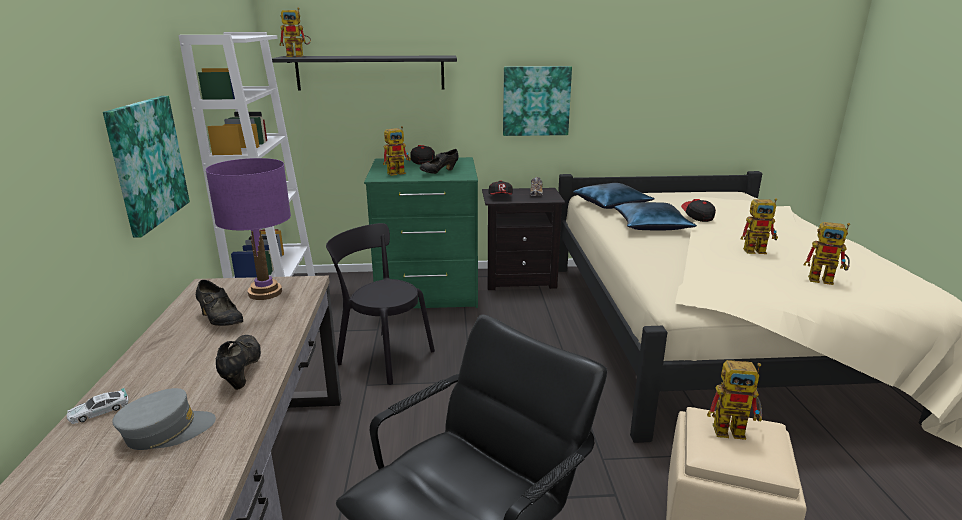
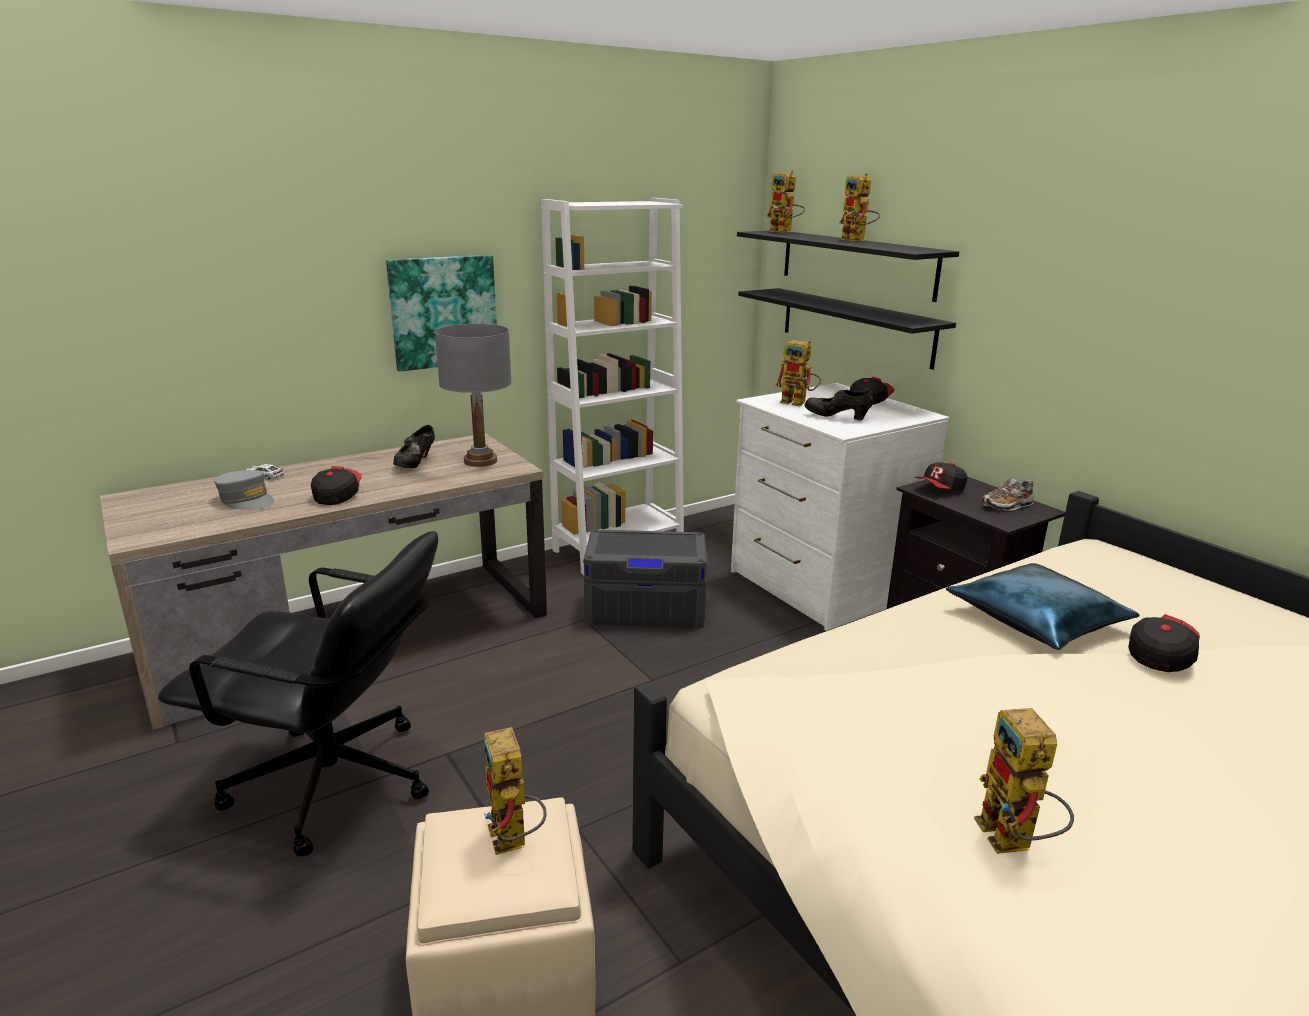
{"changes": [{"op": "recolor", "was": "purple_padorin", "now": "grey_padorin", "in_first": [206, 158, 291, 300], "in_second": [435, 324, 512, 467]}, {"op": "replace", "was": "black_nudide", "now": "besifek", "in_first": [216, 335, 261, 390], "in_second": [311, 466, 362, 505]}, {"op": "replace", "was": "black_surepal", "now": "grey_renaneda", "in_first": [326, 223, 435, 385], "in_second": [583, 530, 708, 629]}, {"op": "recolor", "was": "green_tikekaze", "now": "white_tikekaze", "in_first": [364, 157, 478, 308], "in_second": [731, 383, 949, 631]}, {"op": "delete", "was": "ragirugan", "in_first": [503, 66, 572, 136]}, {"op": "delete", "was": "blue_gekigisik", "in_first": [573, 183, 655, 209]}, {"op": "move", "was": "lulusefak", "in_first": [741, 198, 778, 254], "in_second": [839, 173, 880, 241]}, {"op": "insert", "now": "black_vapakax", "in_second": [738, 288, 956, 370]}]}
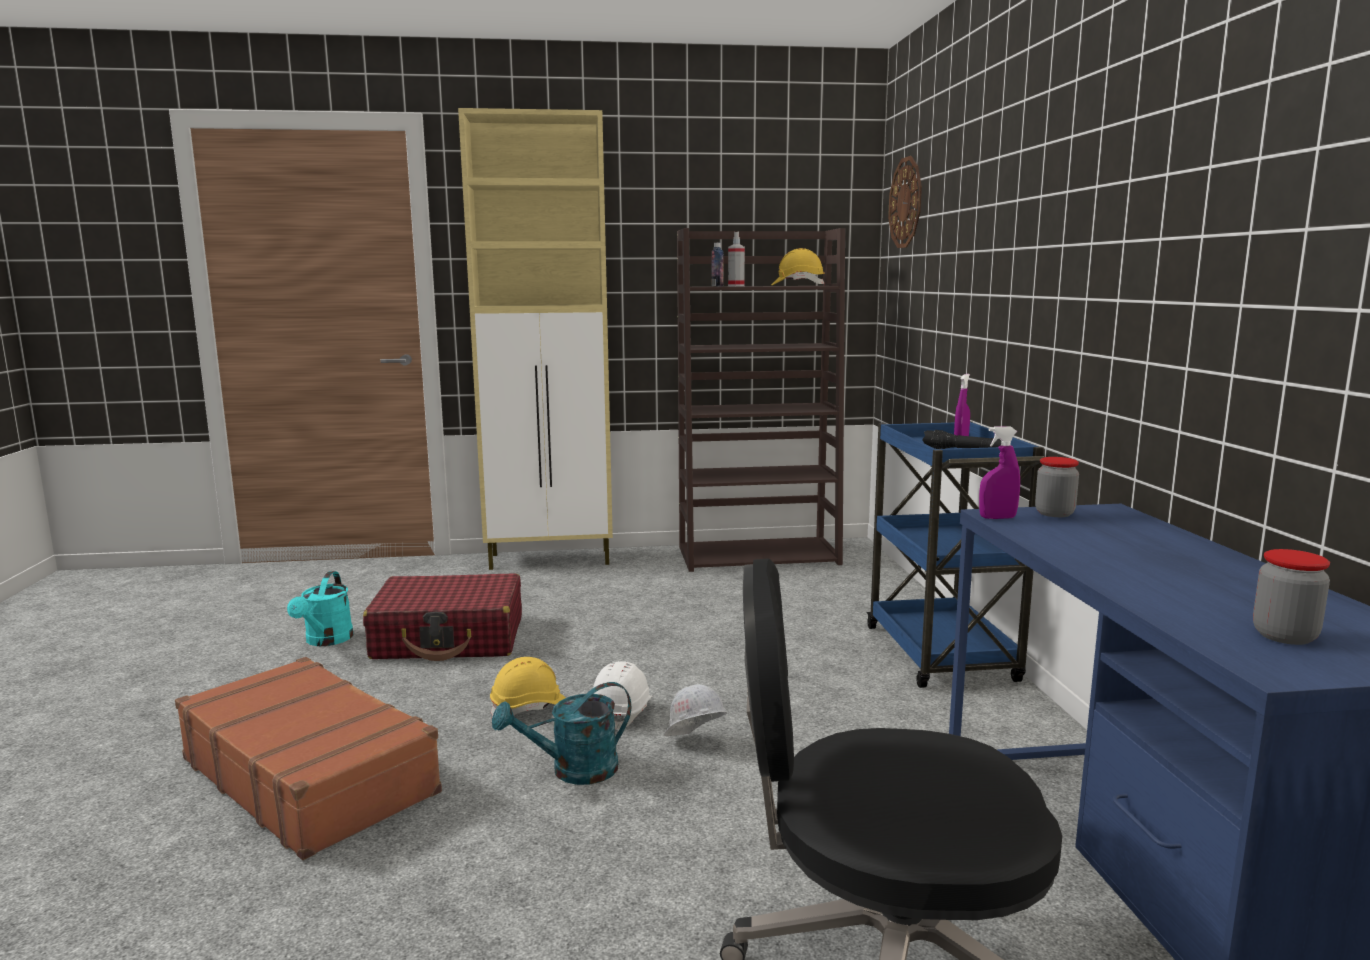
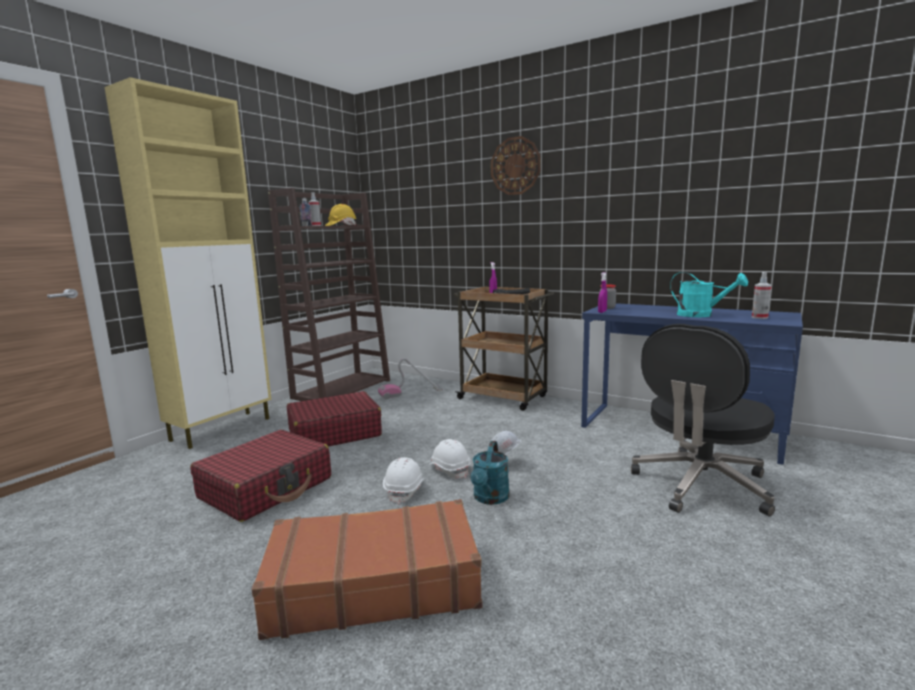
{"changes": [{"op": "move", "was": "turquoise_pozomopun", "in_first": [287, 571, 354, 646], "in_second": [670, 272, 748, 317]}, {"op": "recolor", "was": "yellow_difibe", "now": "white_difibe", "in_first": [490, 657, 566, 717], "in_second": [383, 457, 424, 504]}, {"op": "recolor", "was": "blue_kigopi", "now": "brown_kigopi", "in_first": [866, 421, 1044, 688], "in_second": [453, 287, 554, 411]}, {"op": "move", "was": "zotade", "in_first": [888, 156, 922, 248], "in_second": [491, 136, 541, 195]}, {"op": "replace", "was": "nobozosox", "now": "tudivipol", "in_first": [1253, 549, 1330, 645], "in_second": [752, 272, 772, 319]}, {"op": "insert", "now": "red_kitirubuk", "in_second": [287, 391, 382, 447]}, {"op": "insert", "now": "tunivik", "in_second": [378, 358, 443, 399]}]}
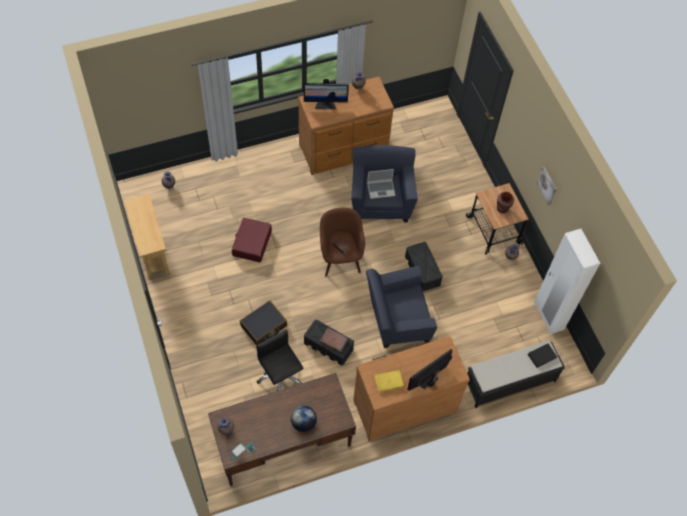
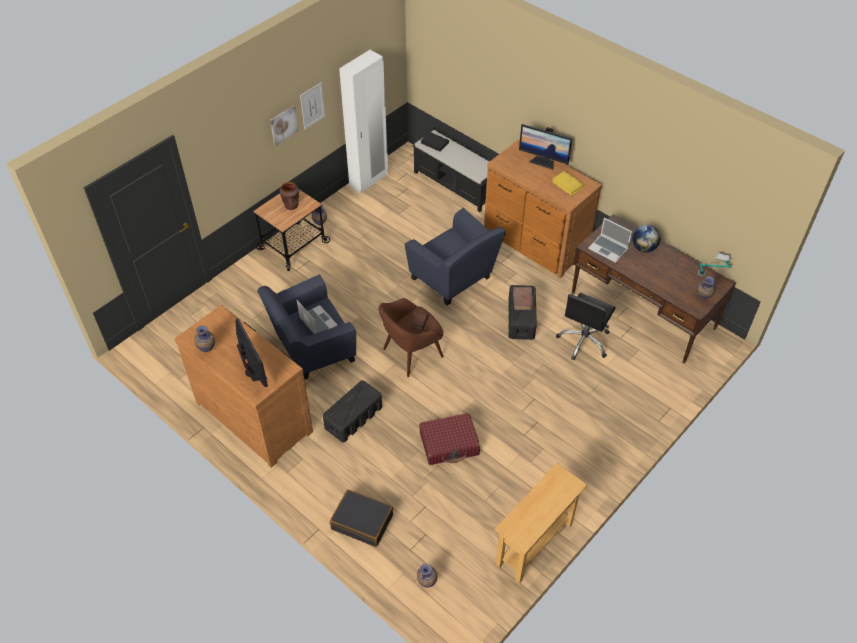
{"changes": [{"op": "move", "was": "black_kitirubuk", "in_first": [240, 300, 287, 345], "in_second": [330, 490, 393, 547]}, {"op": "move", "was": "black_renaneda", "in_first": [405, 242, 443, 291], "in_second": [323, 380, 382, 442]}, {"op": "insert", "now": "ragirugan", "in_second": [300, 82, 325, 130]}, {"op": "insert", "now": "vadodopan", "in_second": [588, 218, 632, 263]}]}
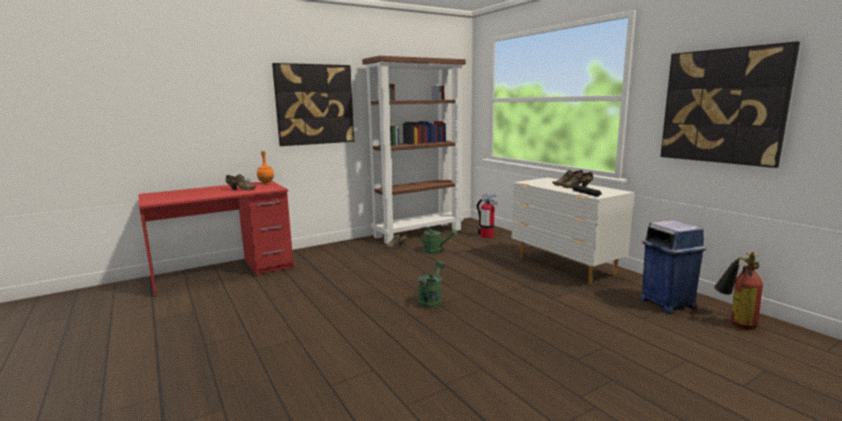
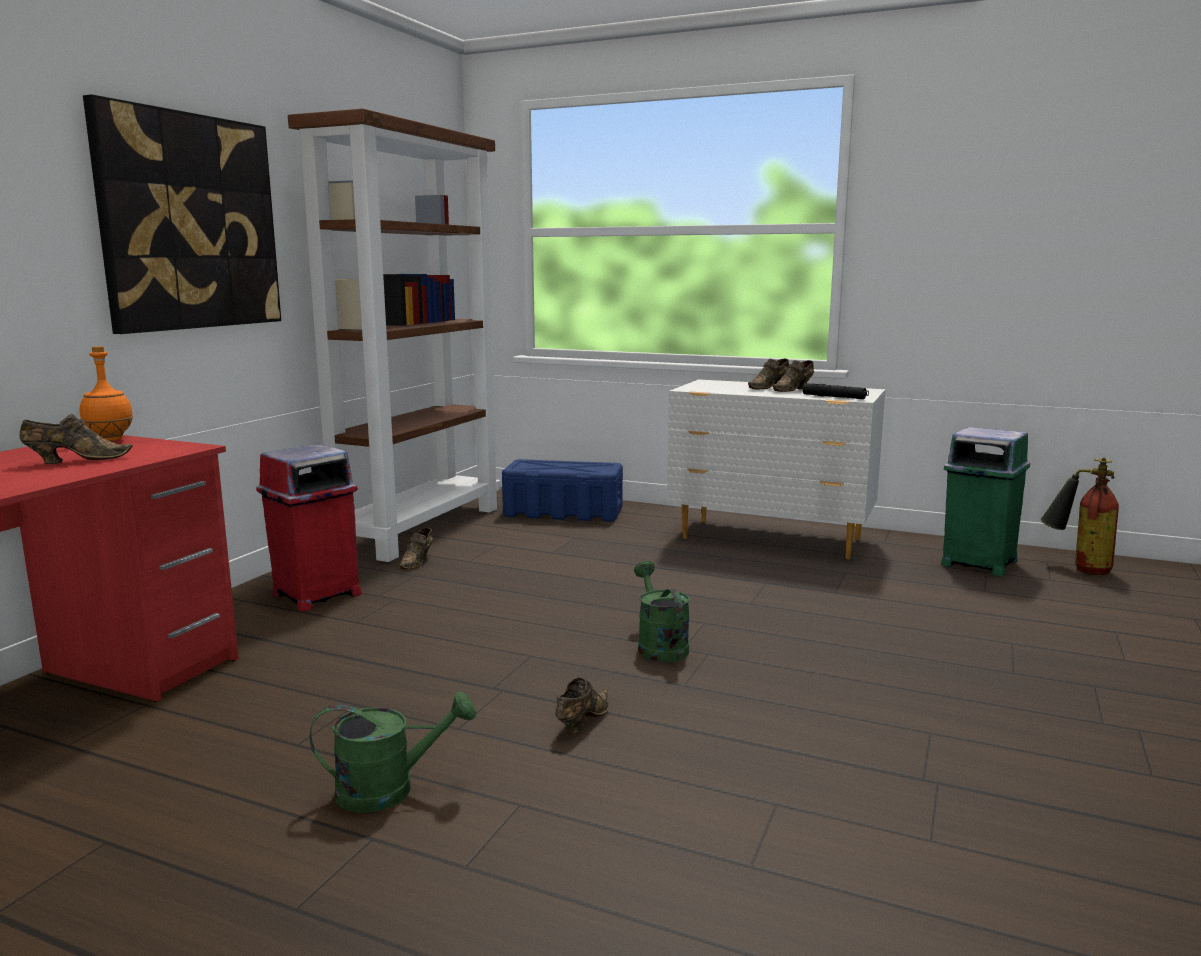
{"changes": [{"op": "move", "was": "green_pozomopun", "in_first": [418, 226, 457, 254], "in_second": [310, 691, 476, 813]}, {"op": "replace", "was": "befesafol", "now": "blue_renaneda", "in_first": [477, 193, 499, 238], "in_second": [502, 459, 623, 522]}, {"op": "recolor", "was": "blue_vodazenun", "now": "green_vodazenun", "in_first": [641, 220, 706, 314], "in_second": [941, 427, 1030, 577]}, {"op": "delete", "was": "ragirugan", "in_first": [660, 41, 800, 168]}, {"op": "insert", "now": "red_vodazenun", "in_second": [256, 444, 362, 612]}, {"op": "insert", "now": "brown_nudide", "in_second": [555, 677, 609, 734]}]}
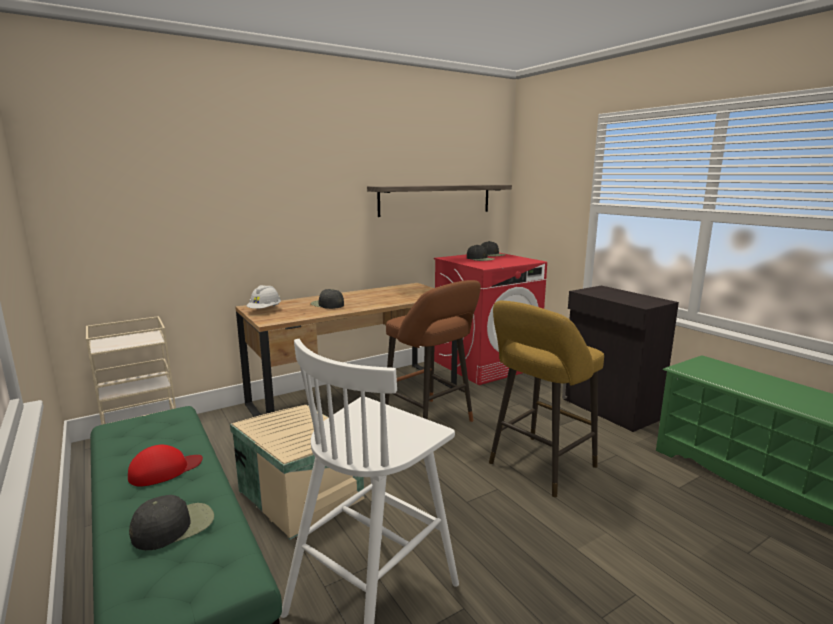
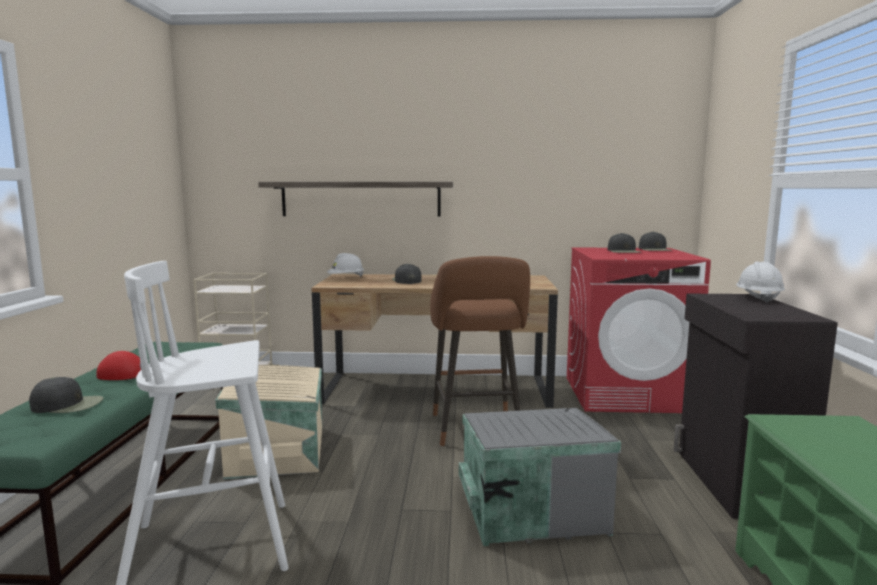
{"changes": [{"op": "move", "was": "vapakax", "in_first": [367, 185, 512, 217], "in_second": [258, 182, 453, 217]}, {"op": "replace", "was": "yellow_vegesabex", "now": "grey_renaneda", "in_first": [489, 301, 604, 497], "in_second": [459, 408, 621, 546]}, {"op": "insert", "now": "white_difibe", "in_second": [736, 261, 785, 303]}]}
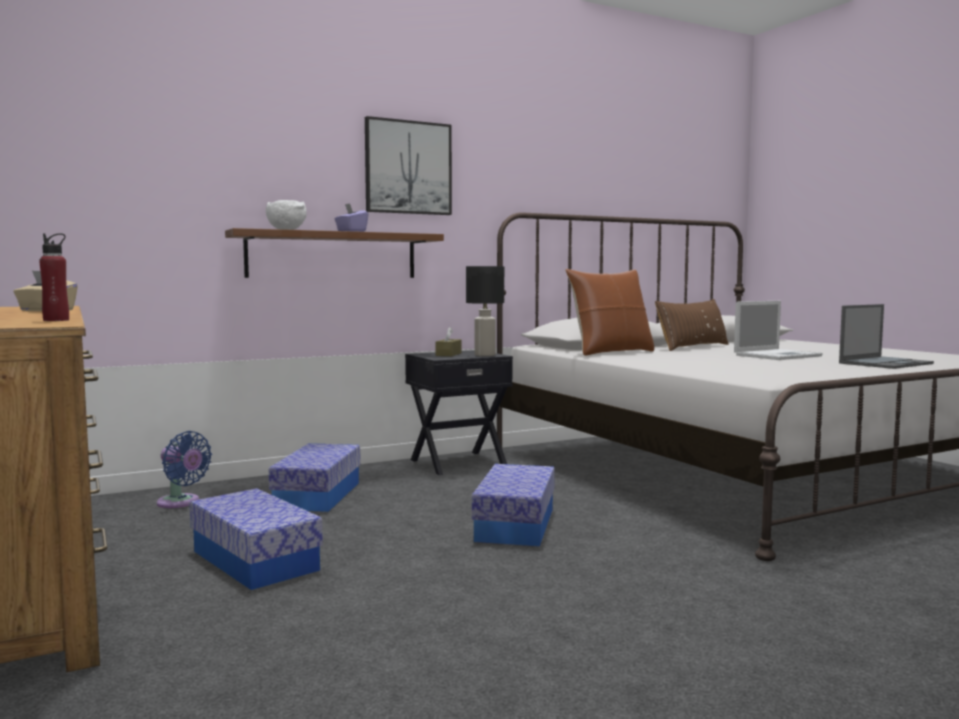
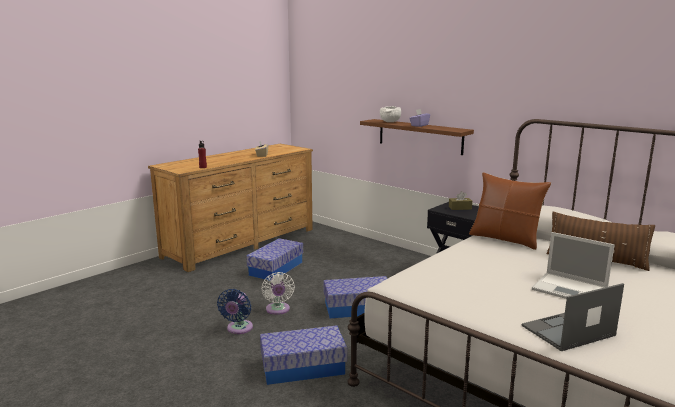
{"changes": [{"op": "move", "was": "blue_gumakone", "in_first": [157, 431, 212, 508], "in_second": [217, 289, 253, 334]}, {"op": "move", "was": "renaneda", "in_first": [269, 443, 360, 512], "in_second": [260, 325, 347, 385]}, {"op": "delete", "was": "ragirugan", "in_first": [365, 116, 452, 215]}, {"op": "delete", "was": "black_padorin", "in_first": [466, 266, 504, 356]}, {"op": "rotate", "was": "vadodopan", "in_first": [839, 304, 934, 369], "in_second": [522, 283, 624, 351], "clockwise": 120}, {"op": "insert", "now": "white_gumakone", "in_second": [261, 272, 295, 315]}]}
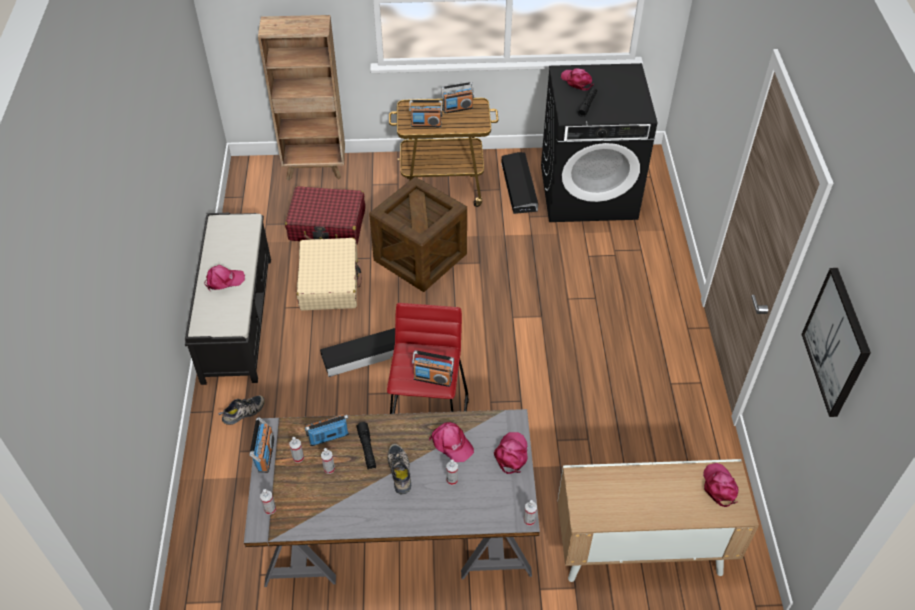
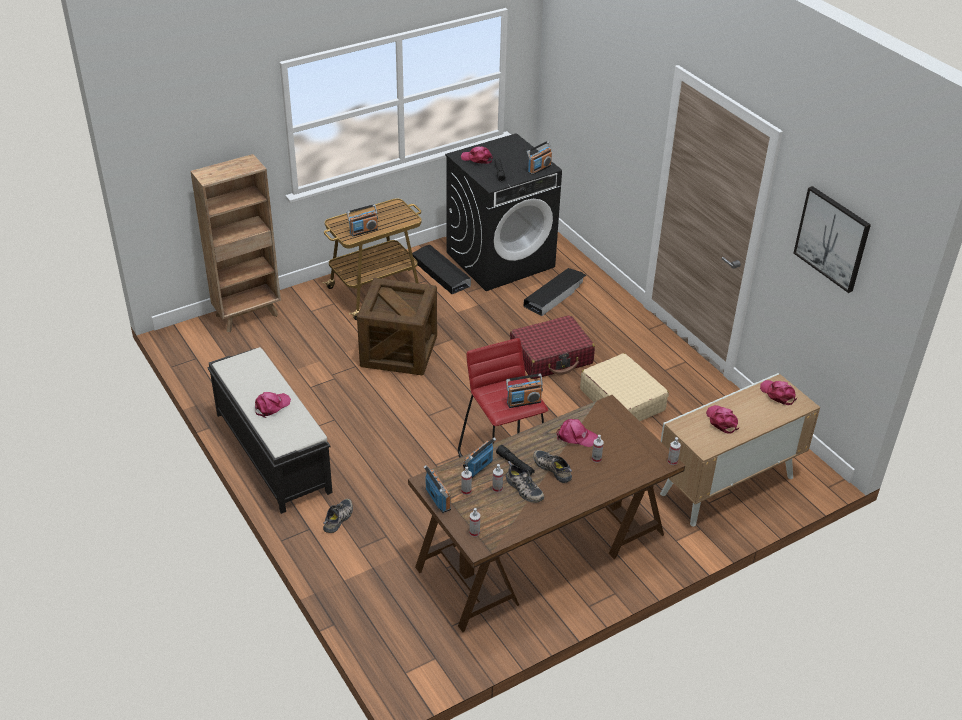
{"changes": [{"op": "recolor", "was": "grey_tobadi", "now": "brown_tobadi", "in_first": [244, 409, 540, 587], "in_second": [408, 395, 685, 632]}, {"op": "move", "was": "red_kitirubuk", "in_first": [285, 186, 365, 245], "in_second": [510, 315, 595, 379]}, {"op": "move", "was": "beige_kitirubuk", "in_first": [297, 238, 361, 310], "in_second": [580, 353, 669, 421]}, {"op": "move", "was": "black_renaneda", "in_first": [320, 328, 395, 377], "in_second": [524, 268, 586, 316]}, {"op": "move", "was": "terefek", "in_first": [441, 82, 474, 114], "in_second": [527, 141, 552, 175]}, {"op": "move", "was": "pink_besifek", "in_first": [494, 432, 528, 474], "in_second": [706, 405, 740, 433]}, {"op": "insert", "now": "nudide", "in_second": [506, 461, 544, 503]}]}
